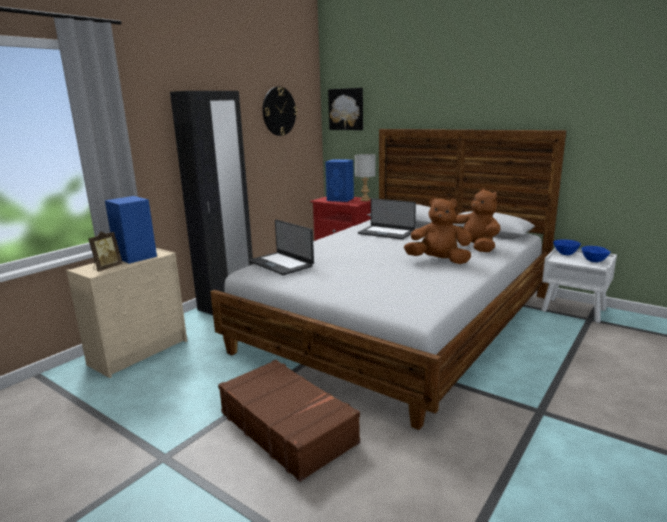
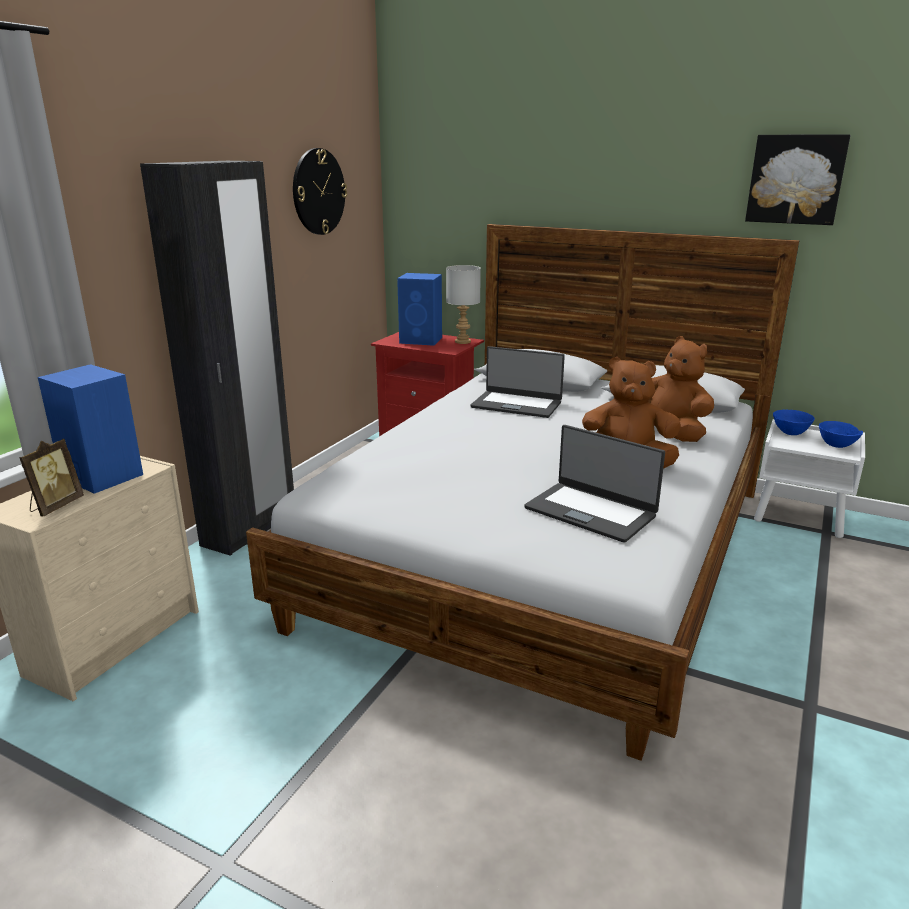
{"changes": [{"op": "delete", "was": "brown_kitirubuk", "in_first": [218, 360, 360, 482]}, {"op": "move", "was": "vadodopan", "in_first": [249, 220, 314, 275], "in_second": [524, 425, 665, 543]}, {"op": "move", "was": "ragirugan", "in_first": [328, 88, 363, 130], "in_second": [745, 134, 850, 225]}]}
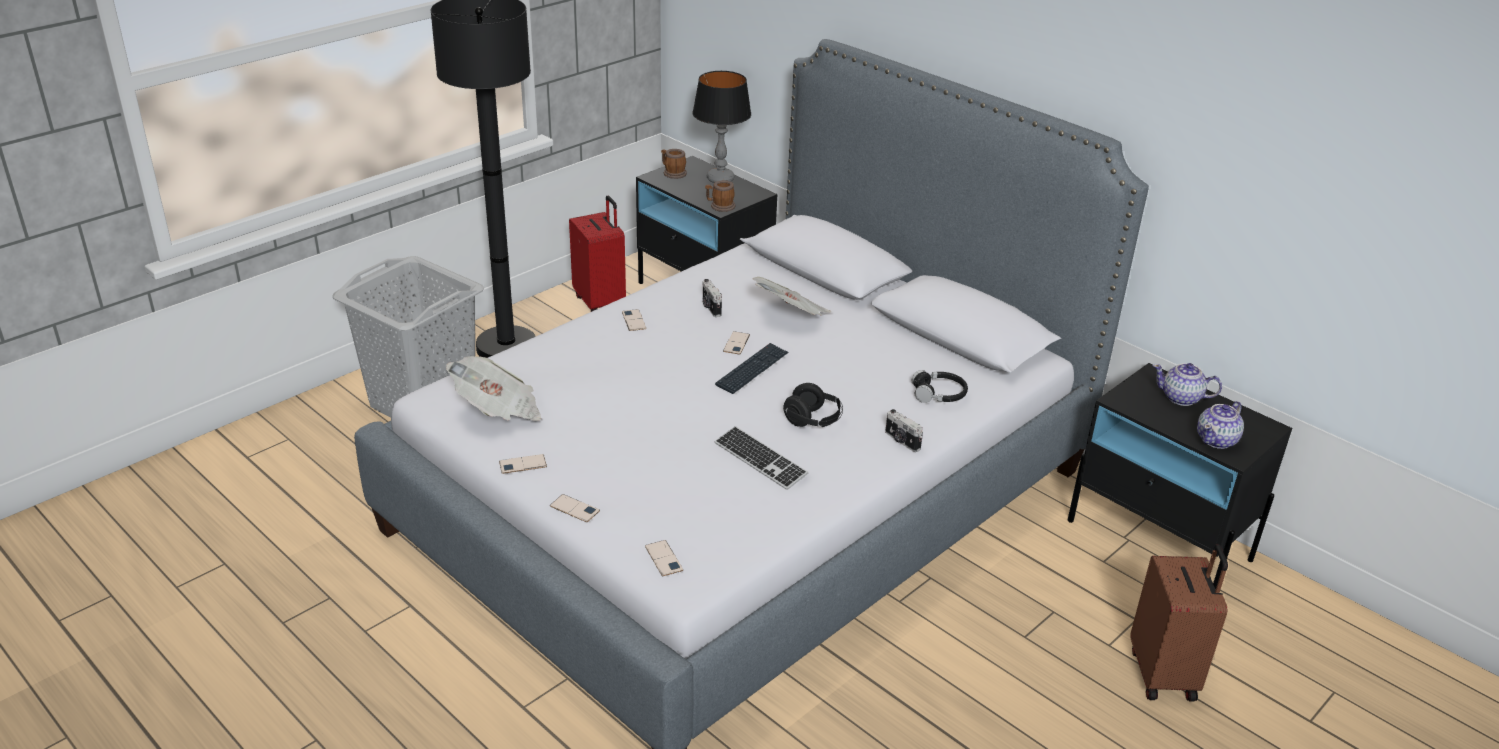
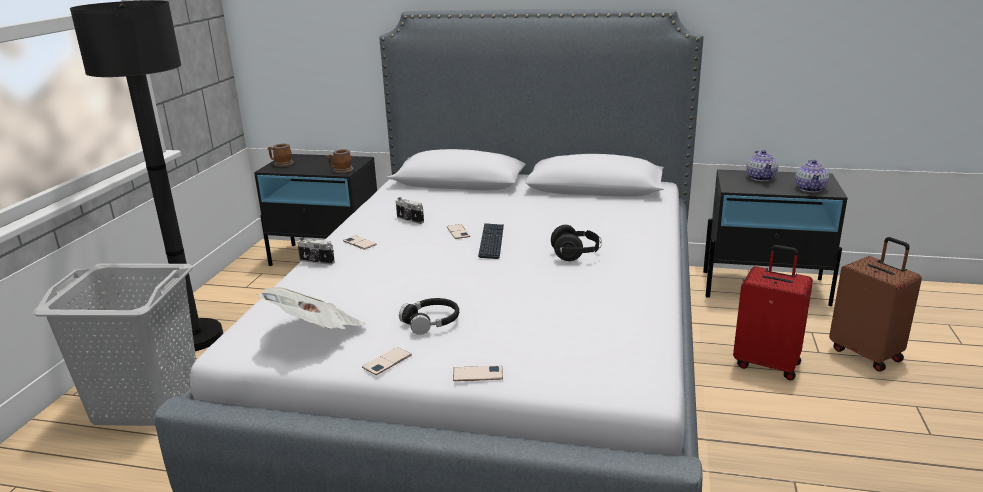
{"changes": [{"op": "move", "was": "red_kitirubuk", "in_first": [569, 196, 626, 312], "in_second": [733, 245, 813, 380]}, {"op": "delete", "was": "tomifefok", "in_first": [645, 540, 683, 576]}, {"op": "delete", "was": "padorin", "in_first": [692, 71, 751, 183]}, {"op": "delete", "was": "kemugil", "in_first": [715, 426, 808, 490]}, {"op": "delete", "was": "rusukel", "in_first": [753, 277, 832, 316]}, {"op": "move", "was": "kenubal", "in_first": [885, 409, 923, 452], "in_second": [297, 238, 335, 265]}, {"op": "move", "was": "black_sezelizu", "in_first": [911, 370, 968, 403], "in_second": [399, 298, 459, 335]}, {"op": "rotate", "was": "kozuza", "in_first": [1152, 363, 1222, 406], "in_second": [746, 150, 778, 181], "clockwise": -75}]}
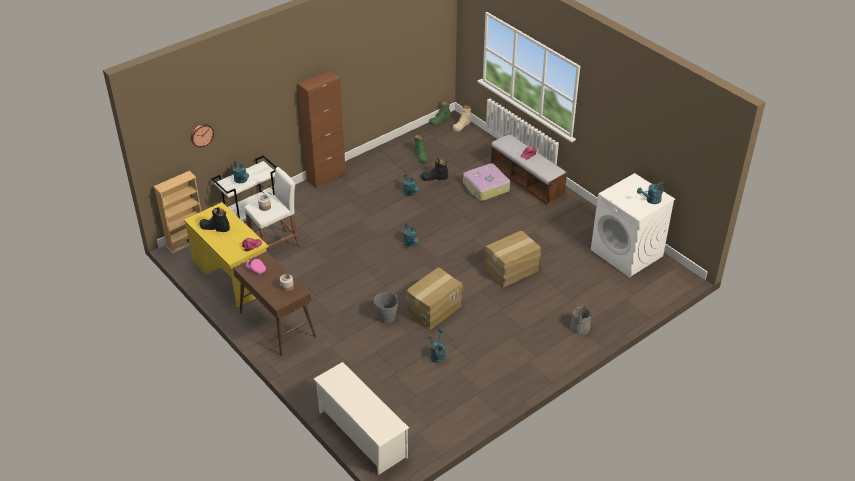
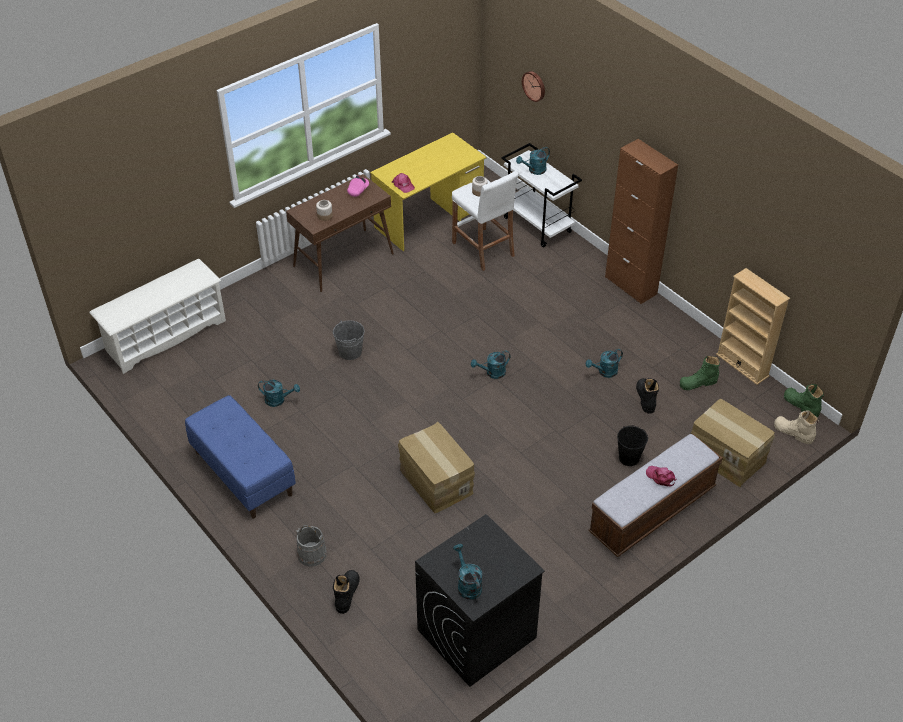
{"changes": [{"op": "move", "was": "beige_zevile", "in_first": [153, 171, 202, 254], "in_second": [716, 268, 790, 385]}, {"op": "move", "was": "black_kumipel", "in_first": [199, 207, 230, 232], "in_second": [333, 570, 360, 614]}, {"op": "move", "was": "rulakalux", "in_first": [406, 267, 463, 330], "in_second": [691, 399, 775, 487]}, {"op": "replace", "was": "kitirubuk", "now": "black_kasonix", "in_first": [463, 163, 510, 201], "in_second": [617, 426, 648, 466]}, {"op": "recolor", "was": "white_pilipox", "now": "black_pilipox", "in_first": [591, 173, 675, 277], "in_second": [415, 514, 545, 687]}, {"op": "insert", "now": "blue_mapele", "in_second": [185, 395, 296, 519]}]}
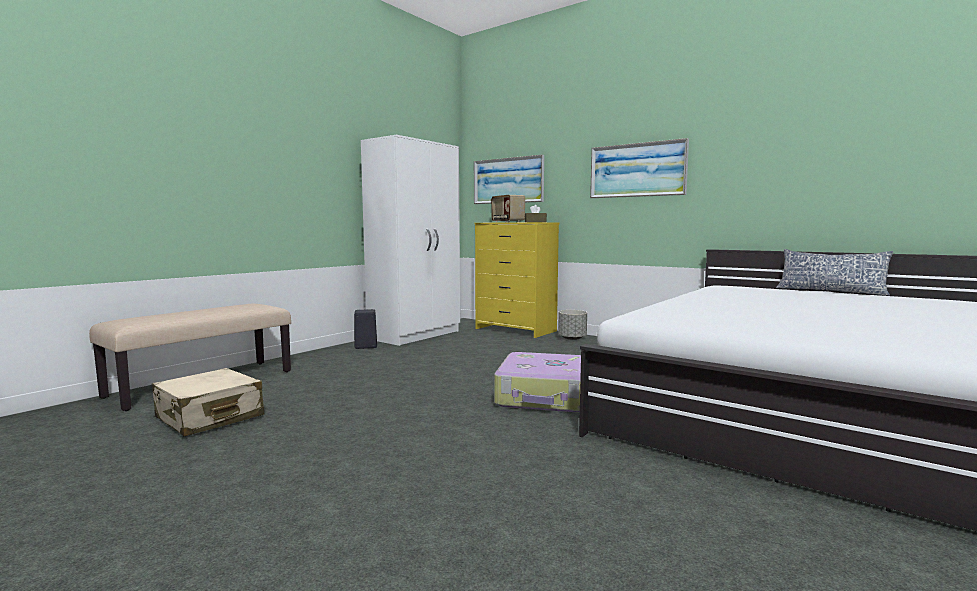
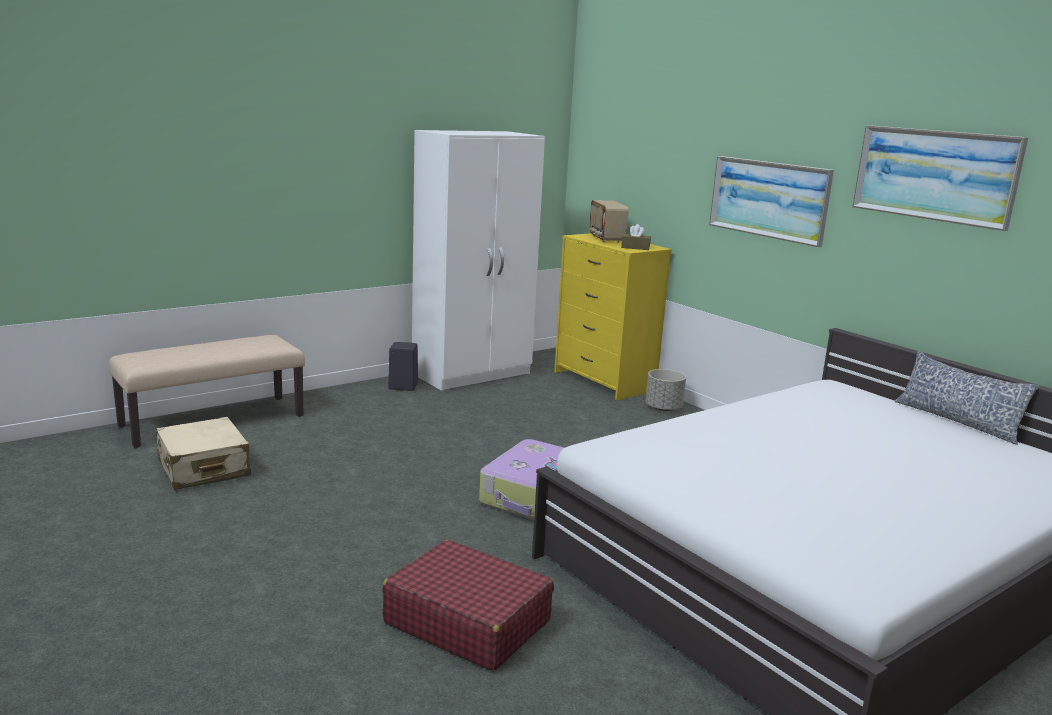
{"changes": [{"op": "move", "was": "ragirugan", "in_first": [474, 155, 544, 204], "in_second": [852, 125, 1028, 231]}, {"op": "insert", "now": "red_kitirubuk", "in_second": [382, 540, 554, 671]}]}
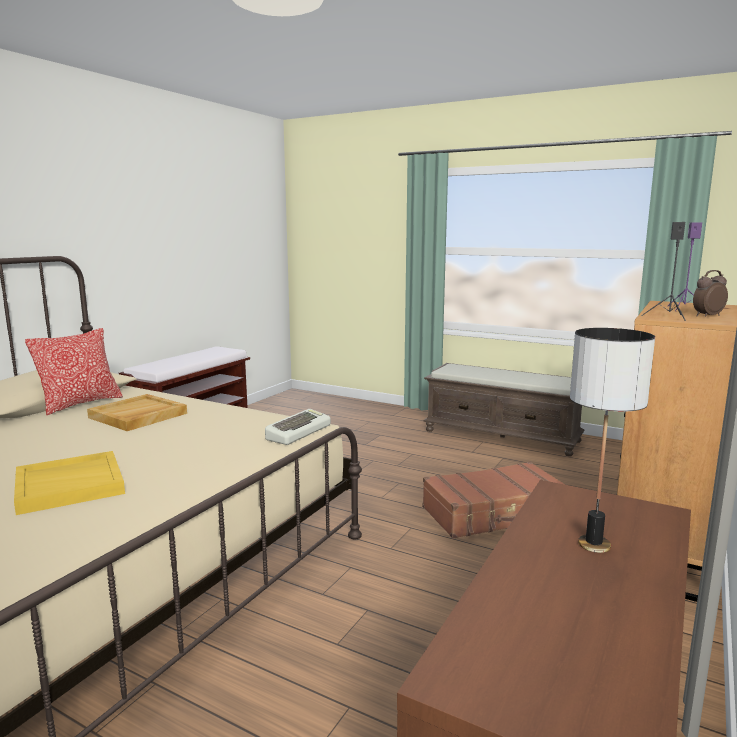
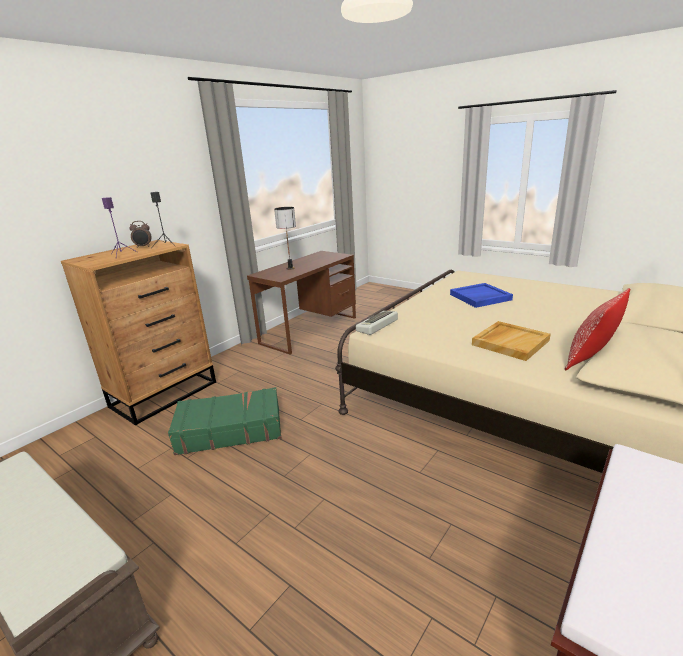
{"changes": [{"op": "recolor", "was": "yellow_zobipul", "now": "blue_zobipul", "in_first": [14, 451, 125, 515], "in_second": [450, 283, 513, 308]}, {"op": "recolor", "was": "brown_kitirubuk", "now": "green_kitirubuk", "in_first": [422, 462, 565, 539], "in_second": [168, 387, 281, 455]}]}
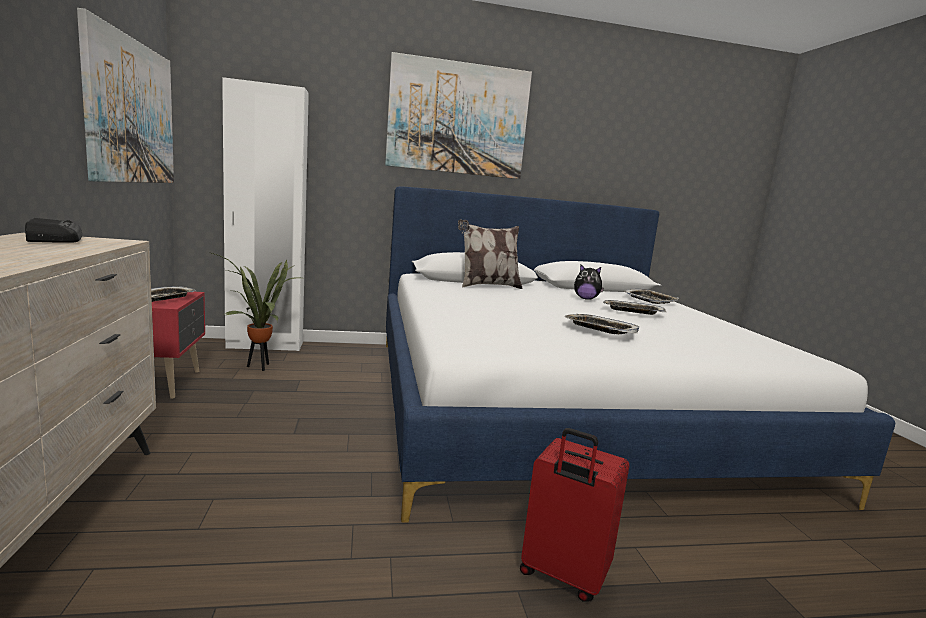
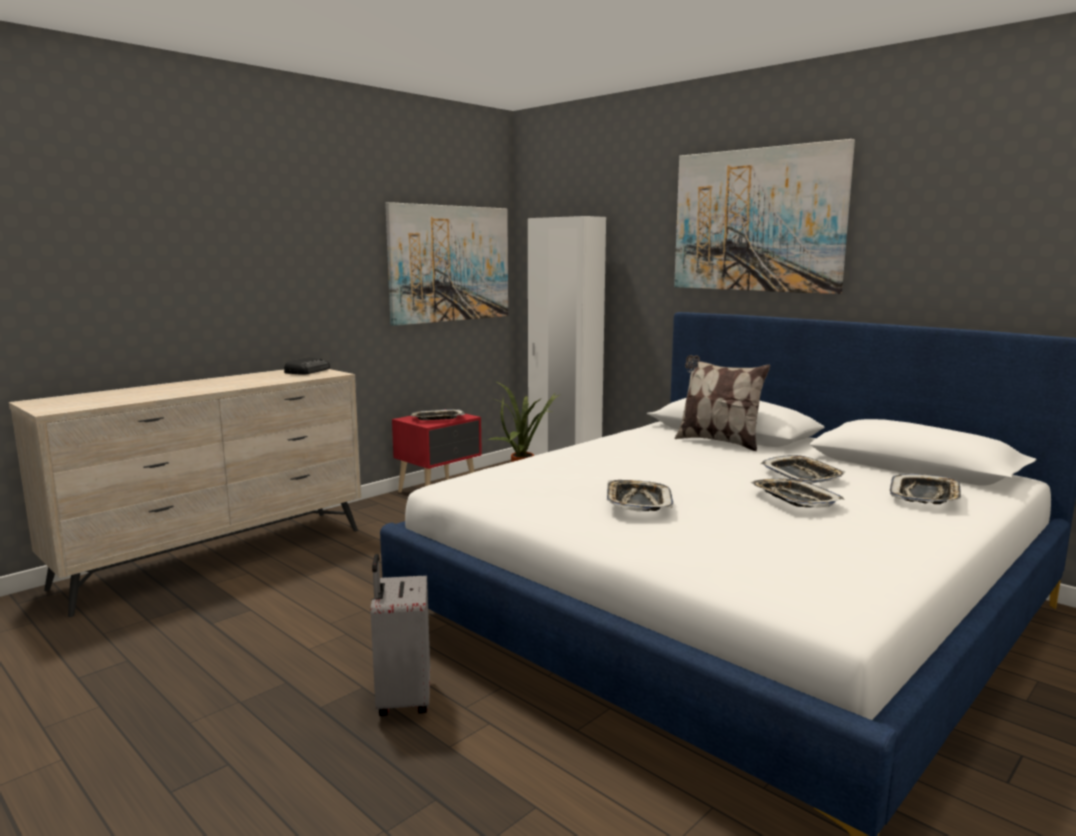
{"changes": [{"op": "recolor", "was": "red_kitirubuk", "now": "grey_kitirubuk", "in_first": [520, 428, 629, 602], "in_second": [370, 554, 430, 716]}, {"op": "replace", "was": "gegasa", "now": "zobipul", "in_first": [574, 265, 604, 300], "in_second": [761, 455, 846, 484]}]}
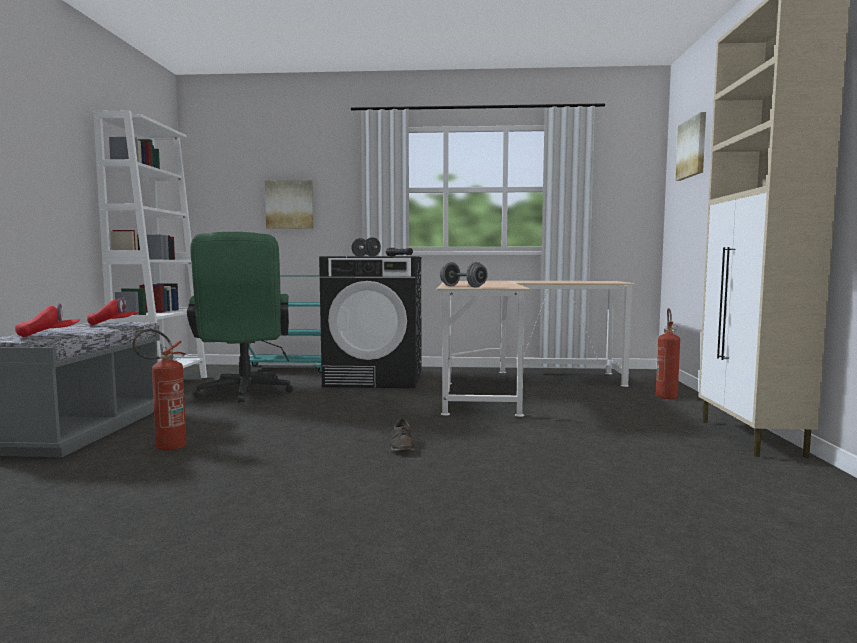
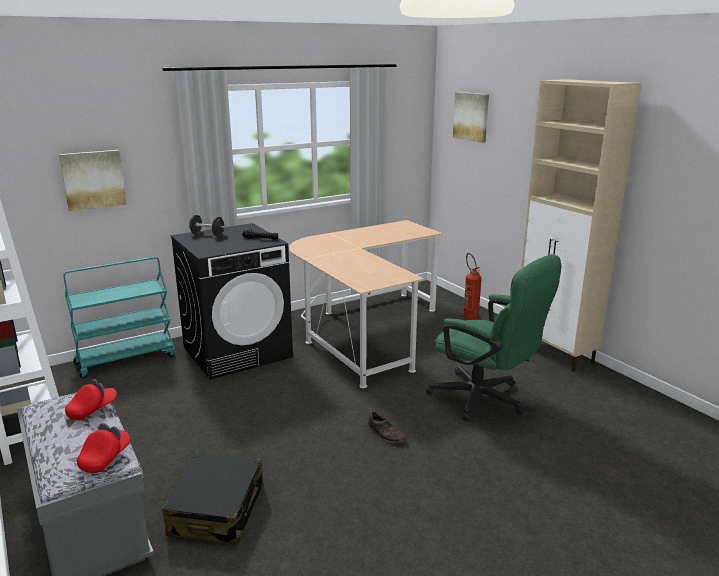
{"changes": [{"op": "replace", "was": "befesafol", "now": "black_kitirubuk", "in_first": [132, 329, 186, 451], "in_second": [162, 453, 263, 545]}, {"op": "move", "was": "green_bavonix", "in_first": [187, 232, 294, 403], "in_second": [426, 254, 562, 421]}, {"op": "delete", "was": "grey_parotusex", "in_first": [440, 262, 488, 288]}]}
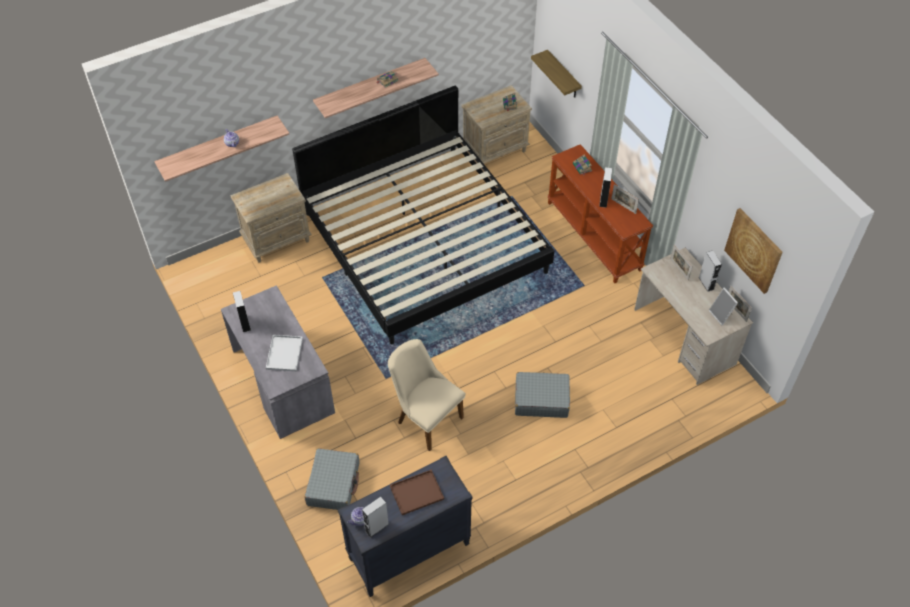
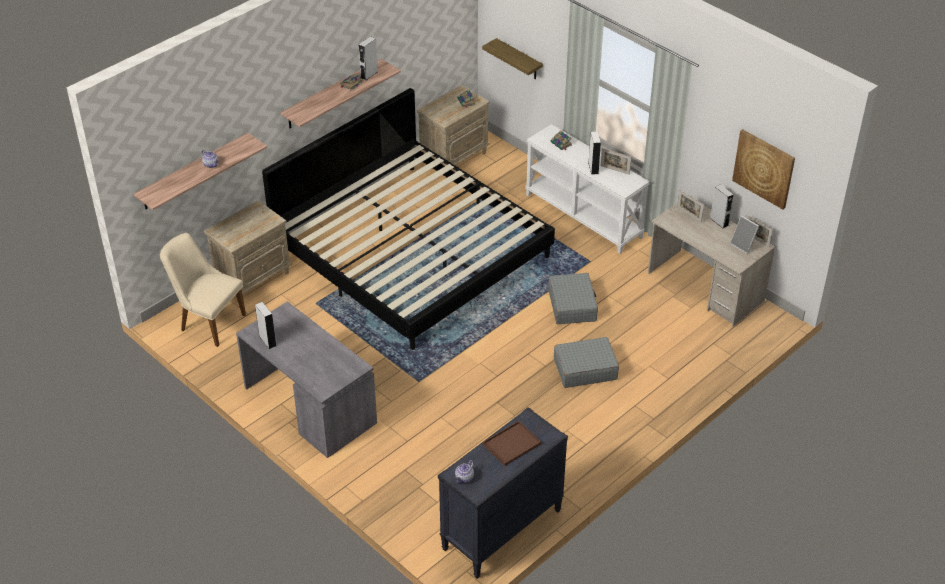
{"changes": [{"op": "delete", "was": "white_zobipul", "in_first": [266, 335, 303, 371]}, {"op": "move", "was": "grey_kitirubuk", "in_first": [305, 448, 360, 510], "in_second": [548, 273, 598, 324]}, {"op": "move", "was": "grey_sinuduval", "in_first": [362, 496, 389, 538], "in_second": [358, 36, 378, 80]}, {"op": "move", "was": "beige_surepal", "in_first": [388, 339, 466, 451], "in_second": [160, 233, 246, 347]}, {"op": "recolor", "was": "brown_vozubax", "now": "white_vozubax", "in_first": [548, 144, 653, 283], "in_second": [526, 124, 650, 254]}]}
